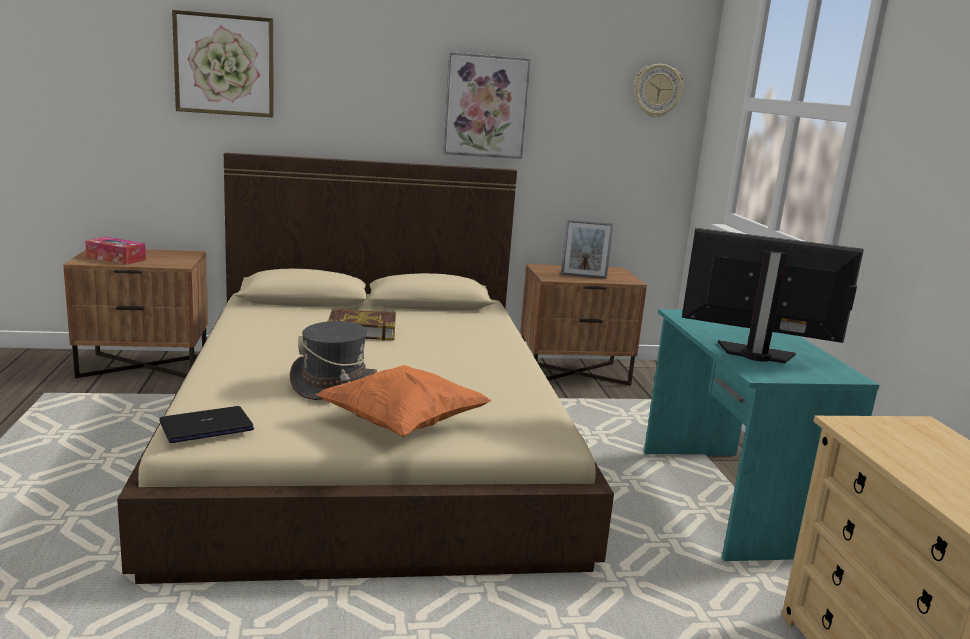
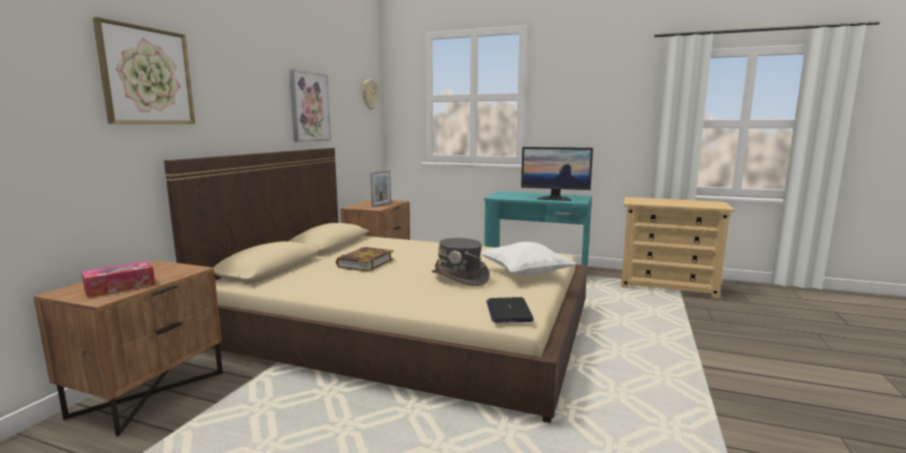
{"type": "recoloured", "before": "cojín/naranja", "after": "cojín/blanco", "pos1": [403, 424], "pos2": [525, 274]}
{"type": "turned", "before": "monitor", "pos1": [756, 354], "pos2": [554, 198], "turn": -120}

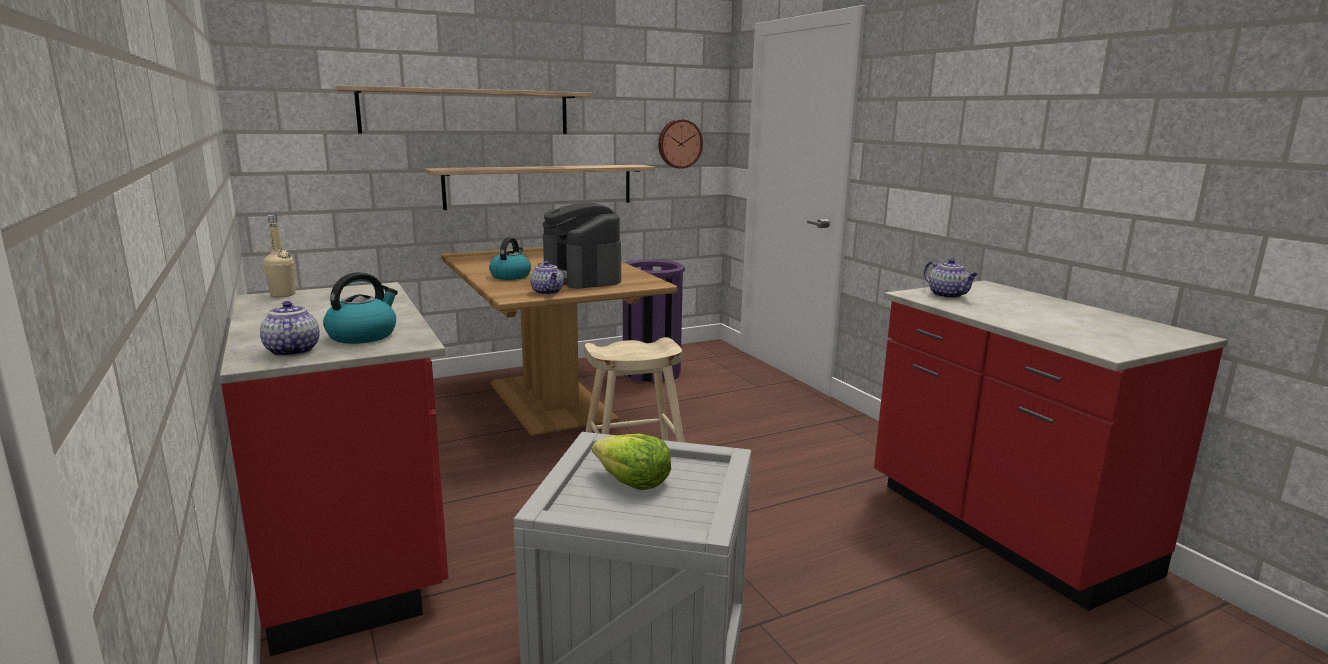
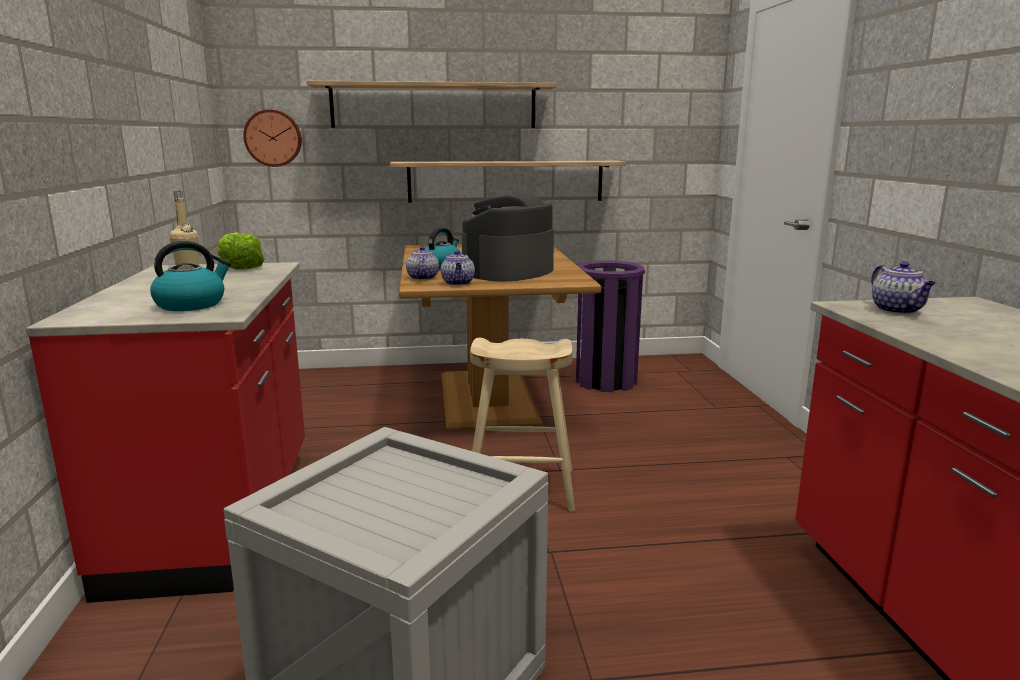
{"type": "moved", "before": "tetera", "pos1": [292, 351], "pos2": [422, 278]}
{"type": "turned", "before": "cafetera", "pos1": [581, 277], "pos2": [508, 272], "turn": 45}
{"type": "moved", "before": "lechuga", "pos1": [633, 482], "pos2": [239, 267]}
{"type": "moved", "before": "reloj de pared", "pos1": [679, 143], "pos2": [273, 138]}

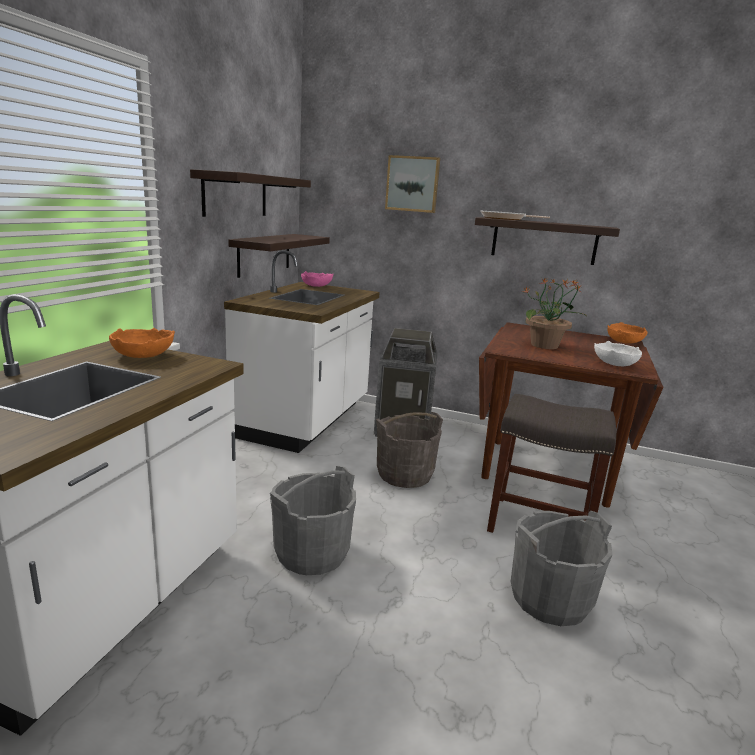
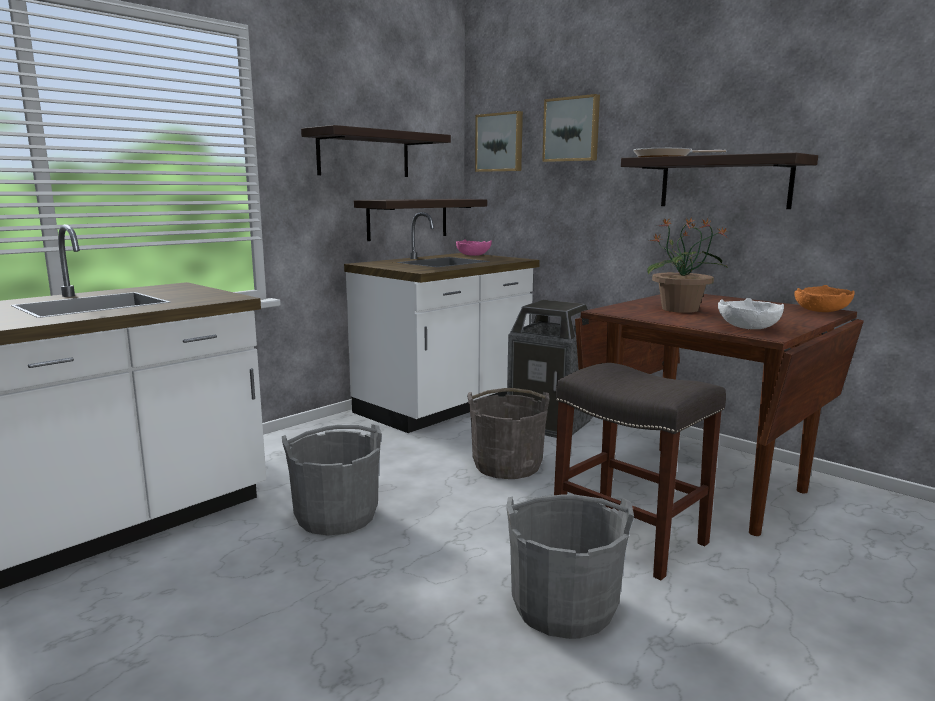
{"type": "removed", "before": "cuenco/naranja", "pos1": [143, 355]}
{"type": "added", "after": "cuadro", "pos2": [500, 142]}

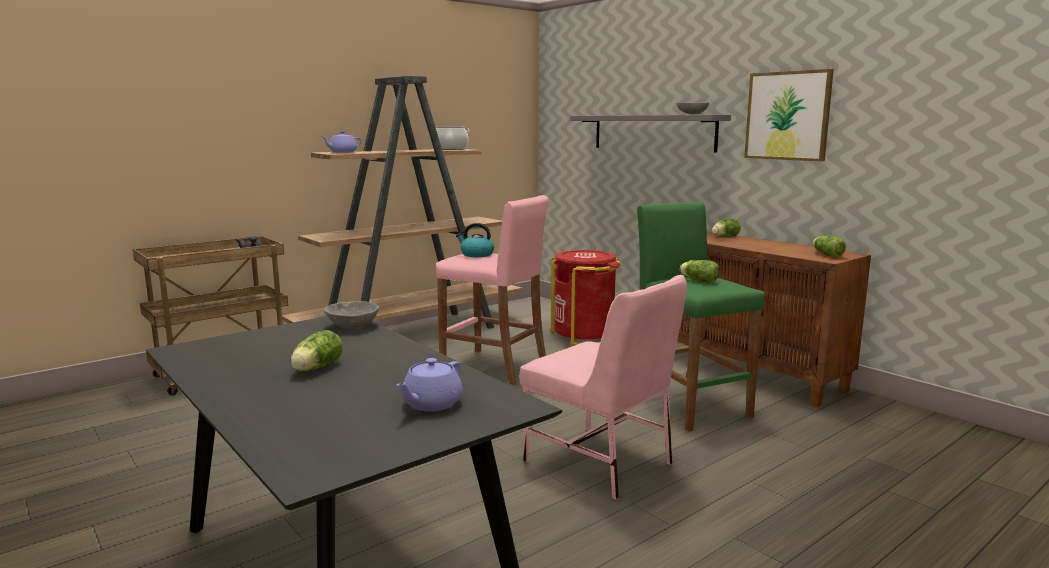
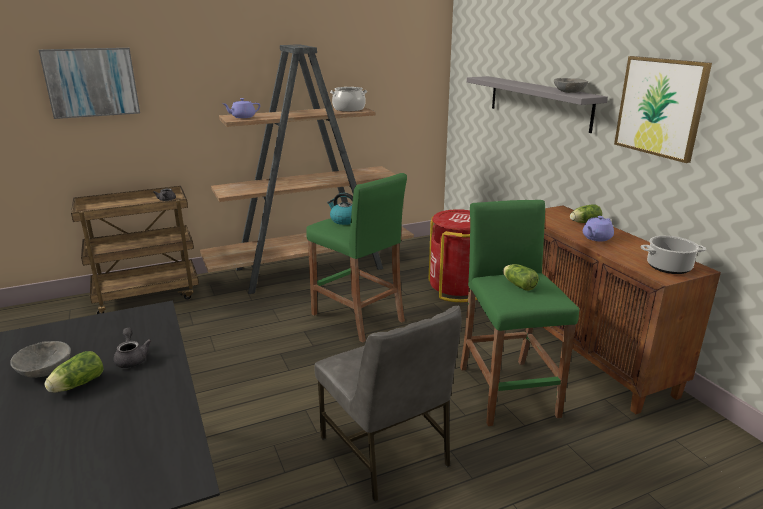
{"type": "moved", "before": "cuenco/gris", "pos1": [352, 326], "pos2": [44, 371]}
{"type": "moved", "before": "tetera/morado", "pos1": [431, 404], "pos2": [596, 238]}
{"type": "recoloured", "before": "taburete/rosa", "after": "taburete/verde", "pos1": [494, 367], "pos2": [358, 318]}
{"type": "recoloured", "before": "silla/rosa", "after": "silla/gris", "pos1": [600, 462], "pos2": [386, 452]}
{"type": "replaced", "before": "lechuga", "after": "olla", "pos1": [826, 255], "pos2": [668, 267]}
{"type": "added", "after": "cuadro", "pos2": [91, 82]}
{"type": "added", "after": "tetera/gris", "pos2": [132, 358]}

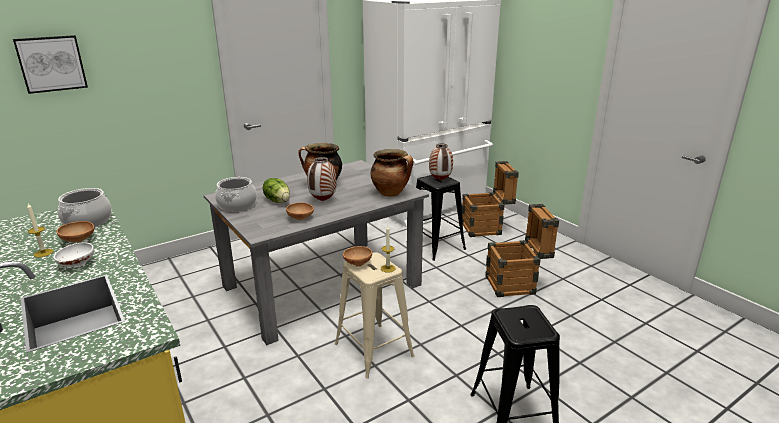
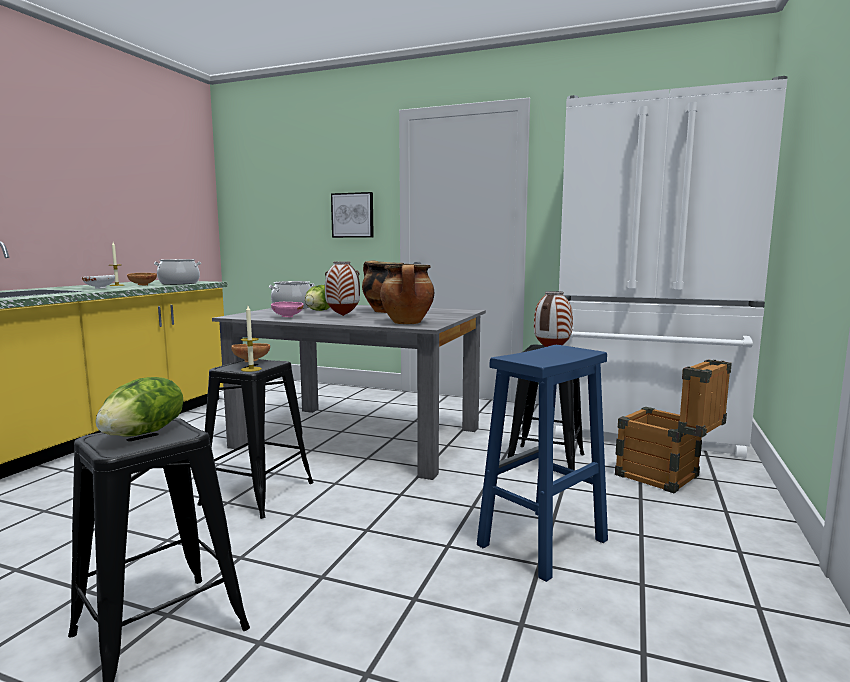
{"type": "moved", "before": "cuadro", "pos1": [51, 64], "pos2": [353, 215]}
{"type": "recoloured", "before": "cuenco/marrón", "after": "cuenco/rosa", "pos1": [301, 218], "pos2": [287, 317]}
{"type": "recoloured", "before": "taburete/beis", "after": "taburete/negro", "pos1": [374, 350], "pos2": [257, 494]}
{"type": "replaced", "before": "caja de embalaje", "after": "taburete/azul", "pos1": [516, 285], "pos2": [541, 544]}
{"type": "added", "after": "lechuga", "pos2": [145, 433]}

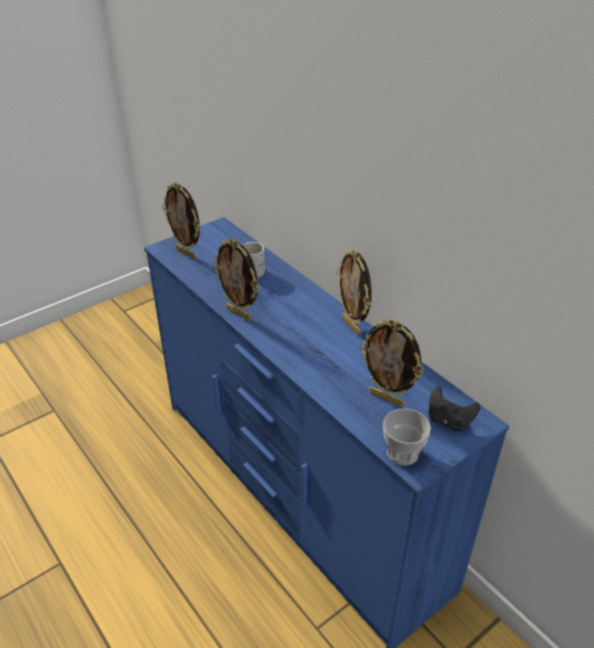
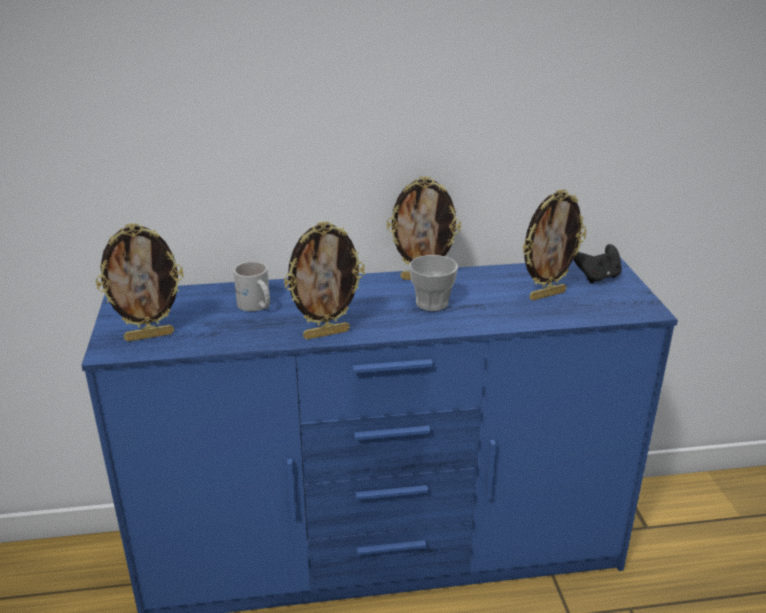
{"type": "moved", "before": "taza", "pos1": [402, 453], "pos2": [432, 303]}

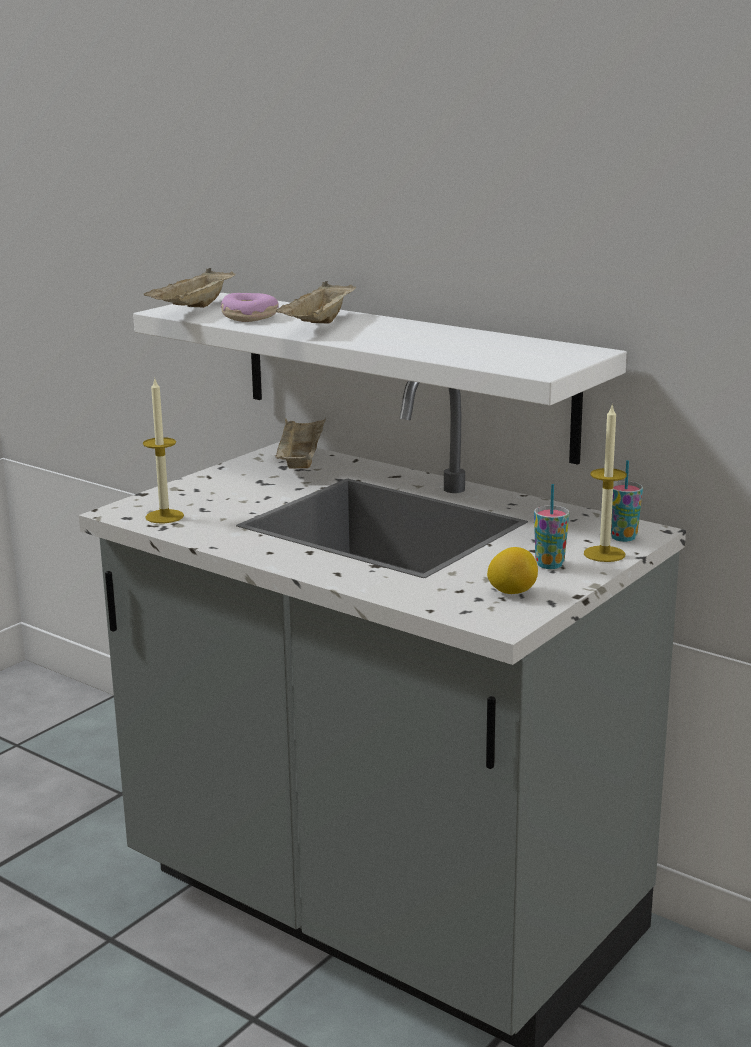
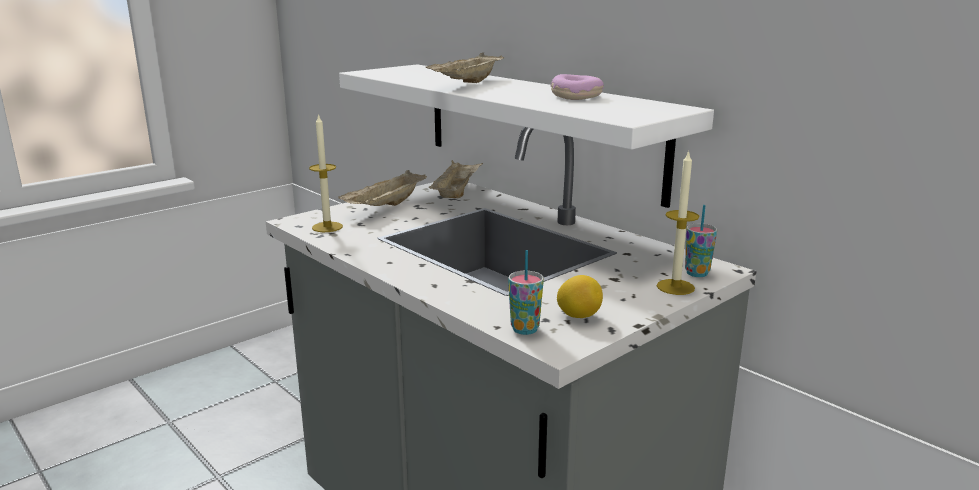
{"type": "moved", "before": "bandeja/beis", "pos1": [194, 309], "pos2": [386, 206]}
{"type": "moved", "before": "rosquilla", "pos1": [249, 317], "pos2": [576, 96]}
{"type": "moved", "before": "taza", "pos1": [549, 564], "pos2": [525, 329]}

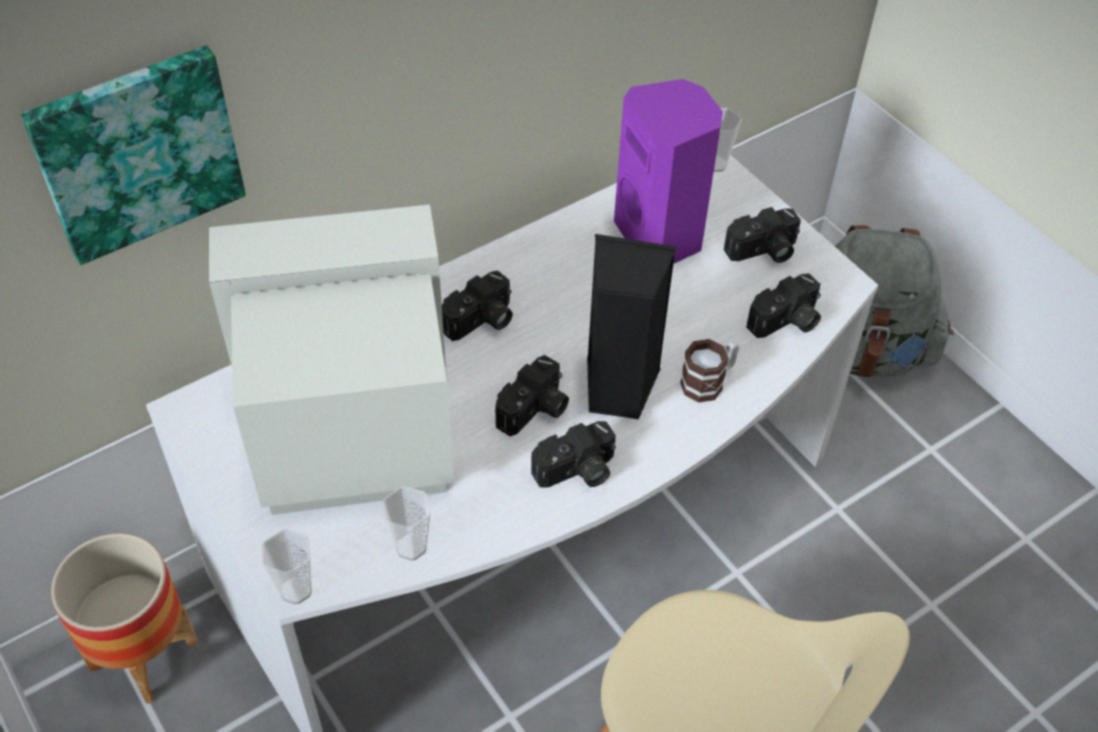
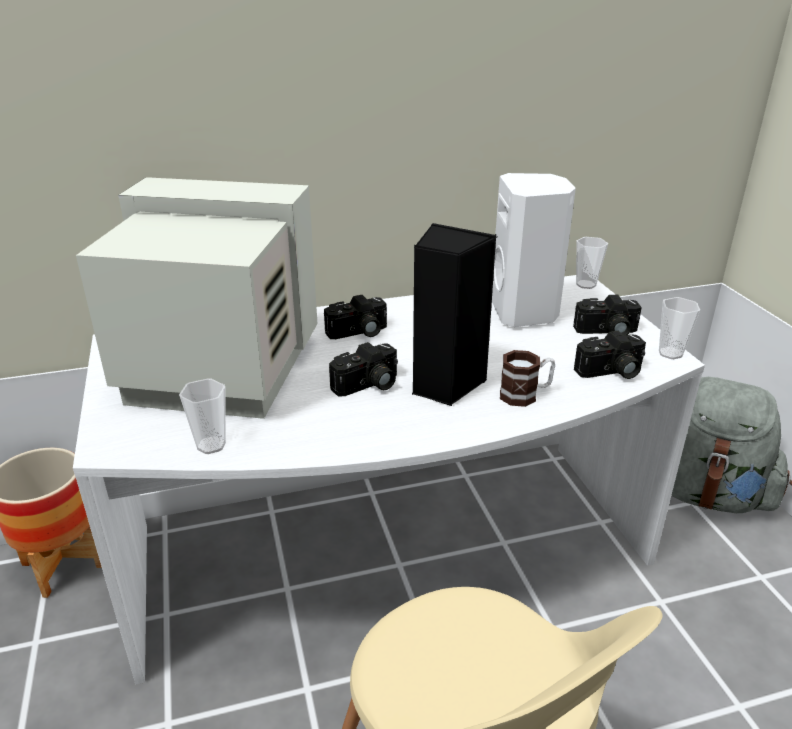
{"type": "removed", "before": "cuadro", "pos1": [137, 152]}
{"type": "moved", "before": "taza", "pos1": [296, 590], "pos2": [670, 353]}
{"type": "removed", "before": "cámara", "pos1": [577, 472]}
{"type": "recoloured", "before": "altavoz/morado", "after": "altavoz/blanco", "pos1": [661, 236], "pos2": [525, 312]}

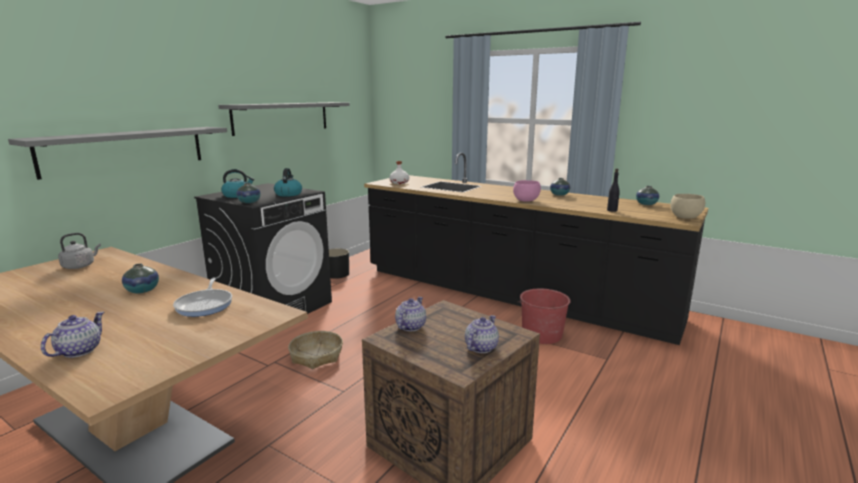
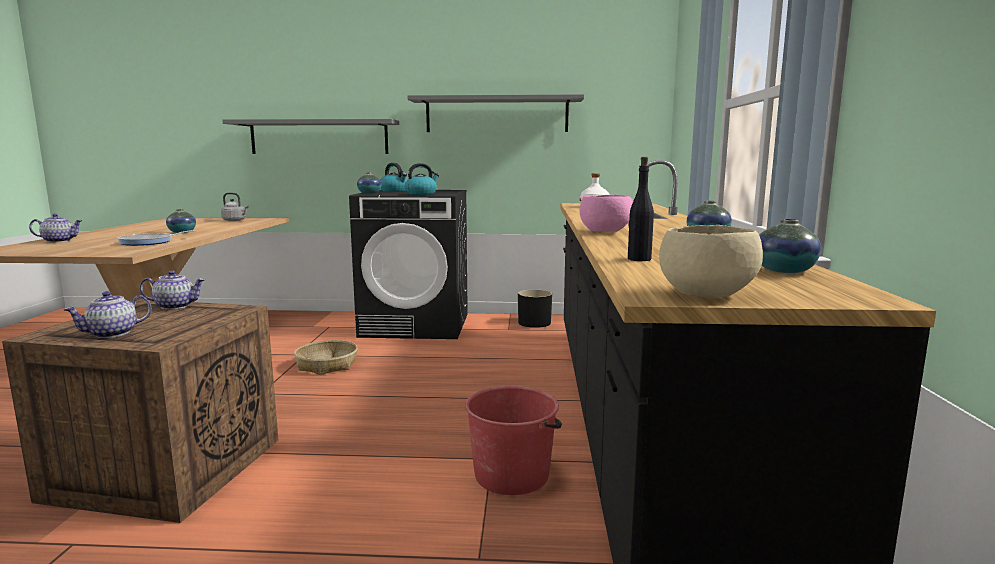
{"type": "turned", "before": "tetera", "pos1": [480, 347], "pos2": [112, 334], "turn": 135}

